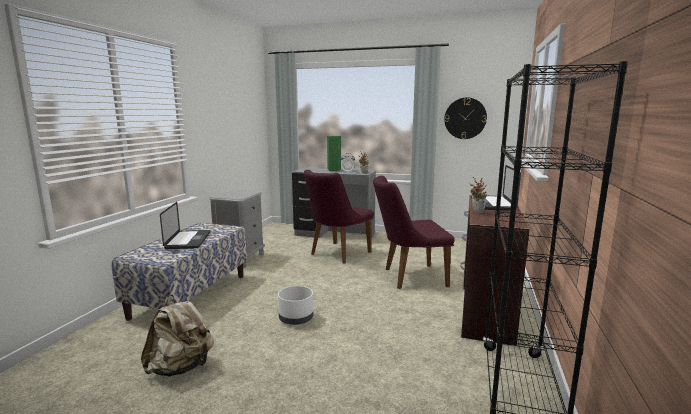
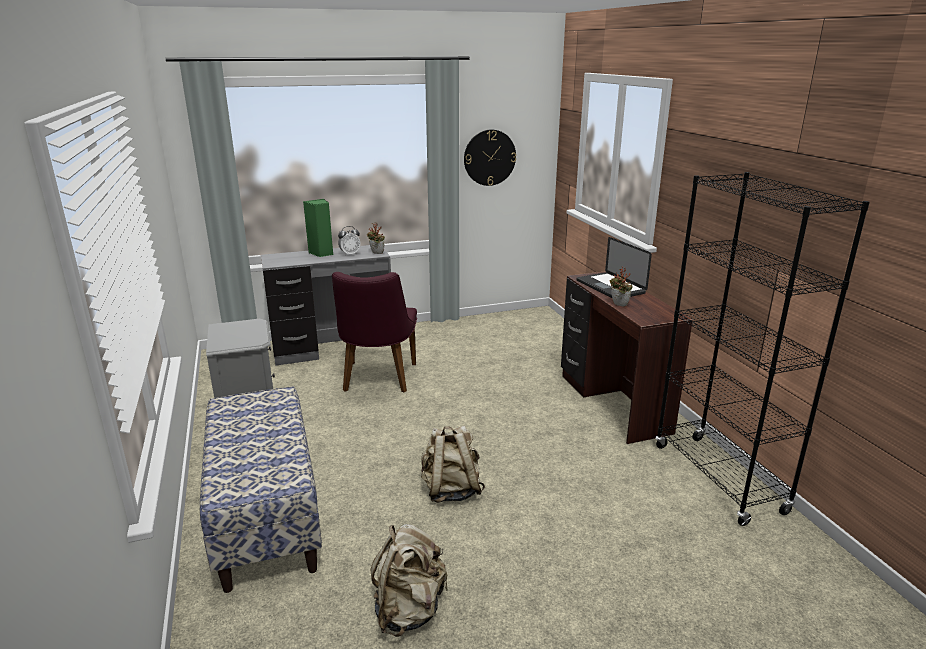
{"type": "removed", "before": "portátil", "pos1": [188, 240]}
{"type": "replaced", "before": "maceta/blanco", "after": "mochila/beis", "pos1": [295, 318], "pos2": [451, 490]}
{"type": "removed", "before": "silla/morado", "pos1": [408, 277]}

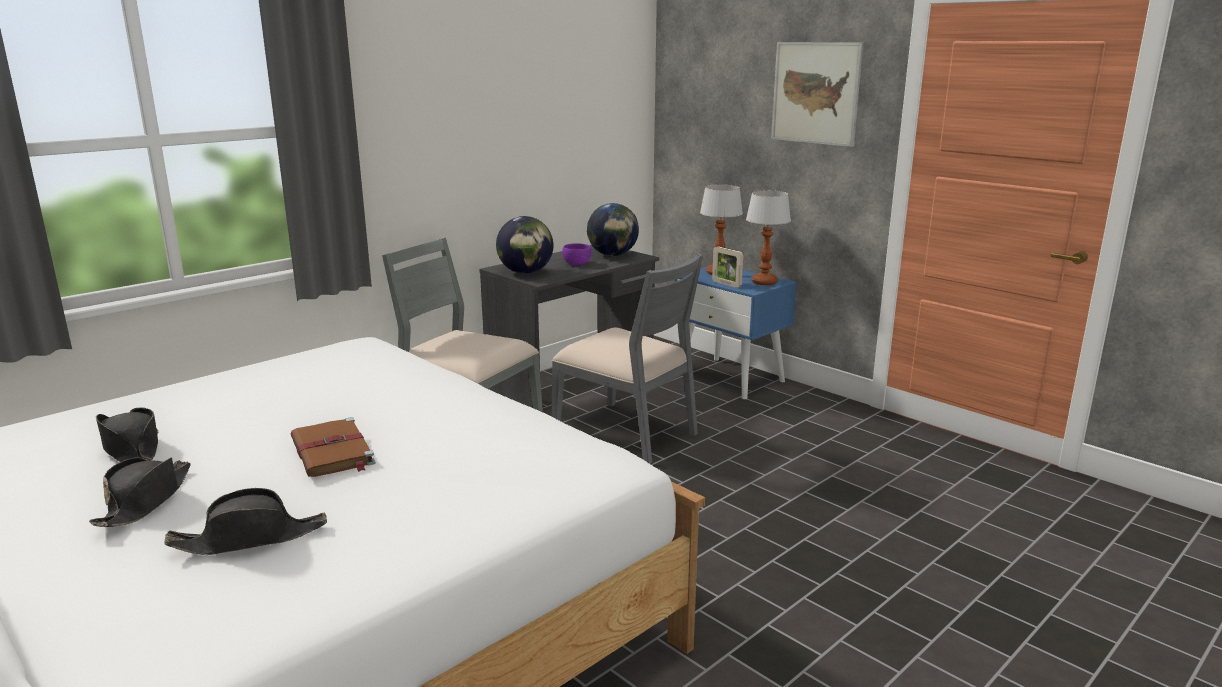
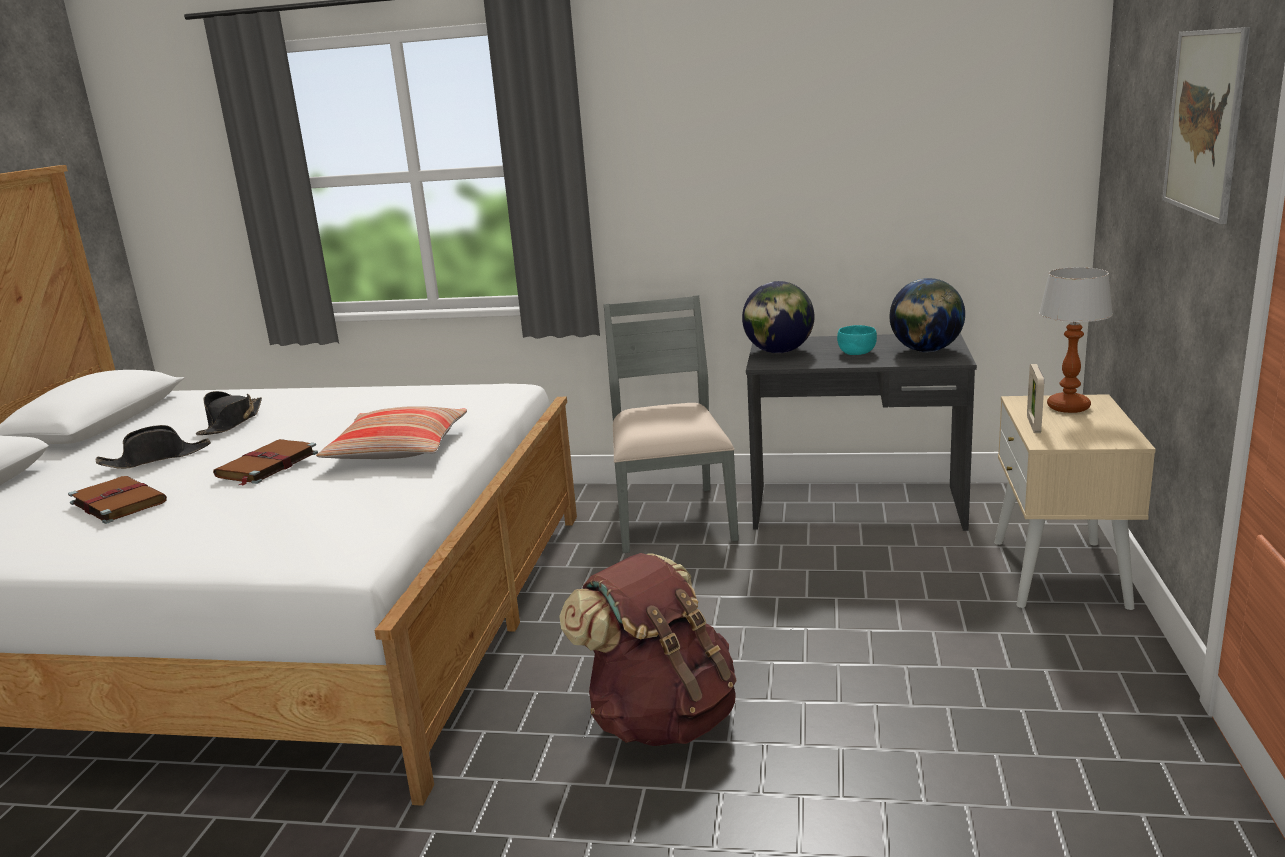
{"type": "replaced", "before": "sombrero/negro", "after": "libro/marrón", "pos1": [250, 538], "pos2": [117, 502]}
{"type": "removed", "before": "silla/gris", "pos1": [627, 433]}
{"type": "recoloured", "before": "cuenco/morado", "after": "cuenco/turquesa", "pos1": [576, 263], "pos2": [857, 352]}
{"type": "recoloured", "before": "mesita de noche/azul", "after": "mesita de noche/beis", "pos1": [730, 378], "pos2": [1060, 573]}
{"type": "removed", "before": "lámpara de mesa", "pos1": [764, 282]}
{"type": "added", "after": "cojín", "pos2": [398, 449]}
{"type": "added", "after": "mochila/marrón", "pos2": [660, 718]}

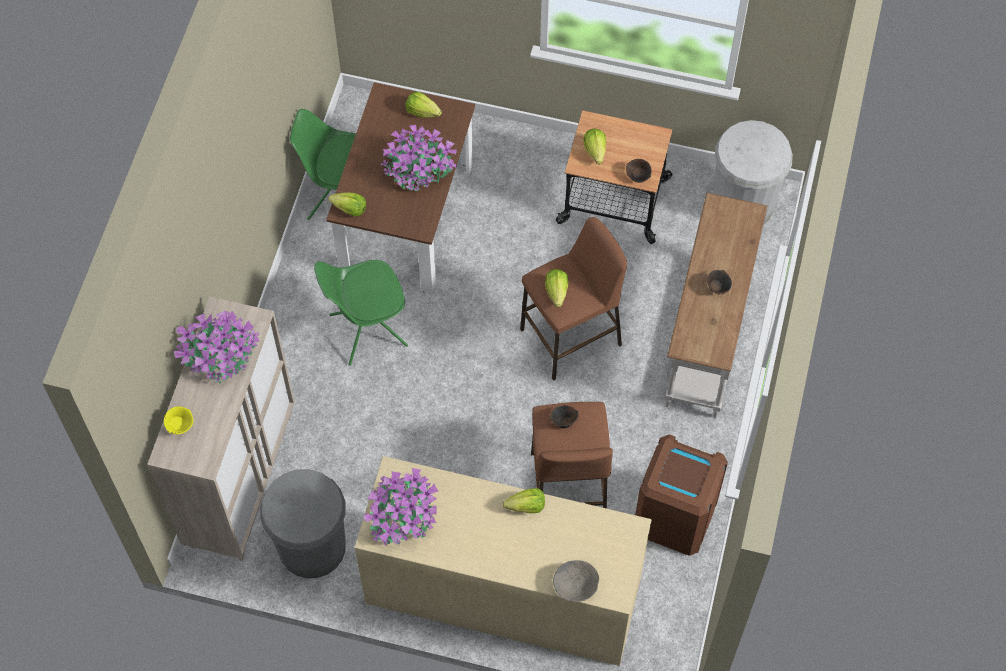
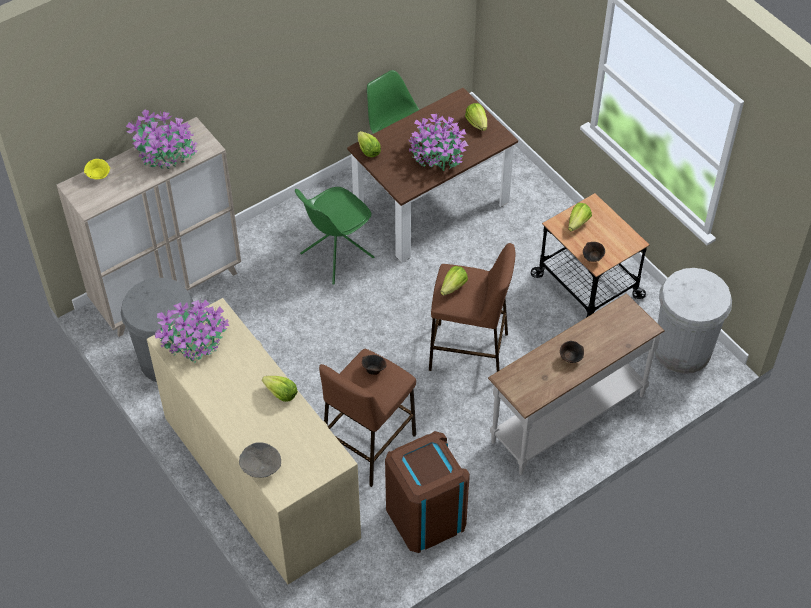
{"type": "turned", "before": "silla/verde", "pos1": [366, 330], "pos2": [336, 256], "turn": -60}

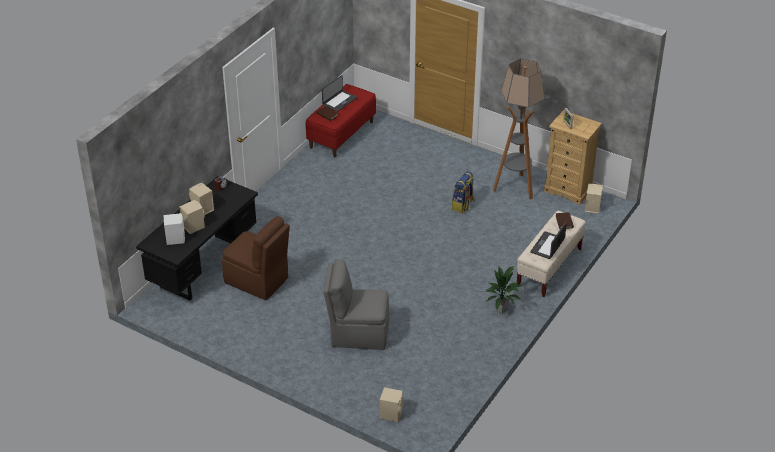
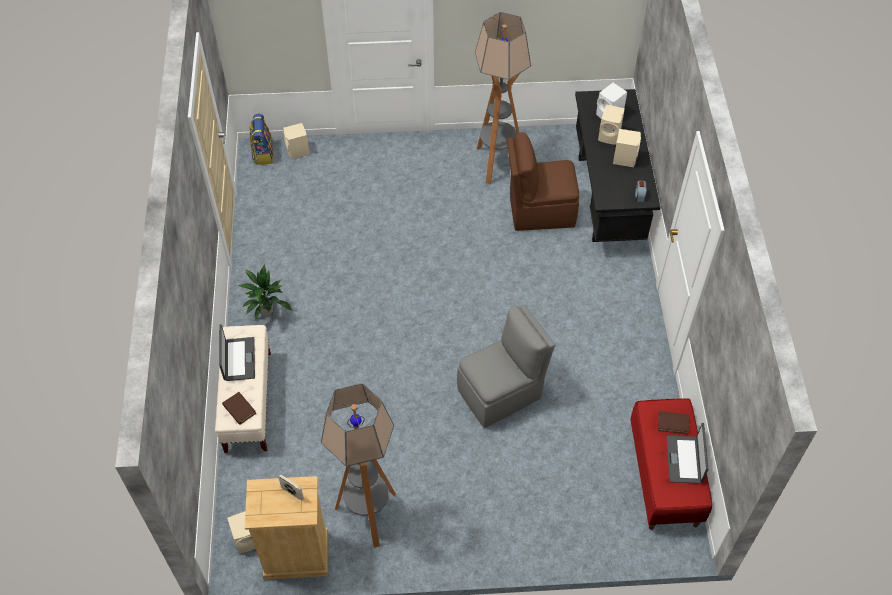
{"type": "moved", "before": "silla/gris", "pos1": [358, 333], "pos2": [501, 393]}
{"type": "moved", "before": "mochila", "pos1": [463, 205], "pos2": [263, 153]}
{"type": "added", "after": "lámpara de pie", "pos2": [497, 163]}

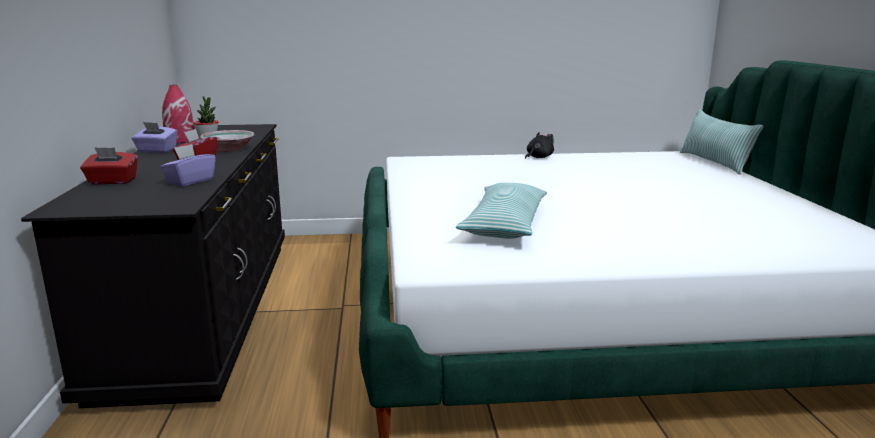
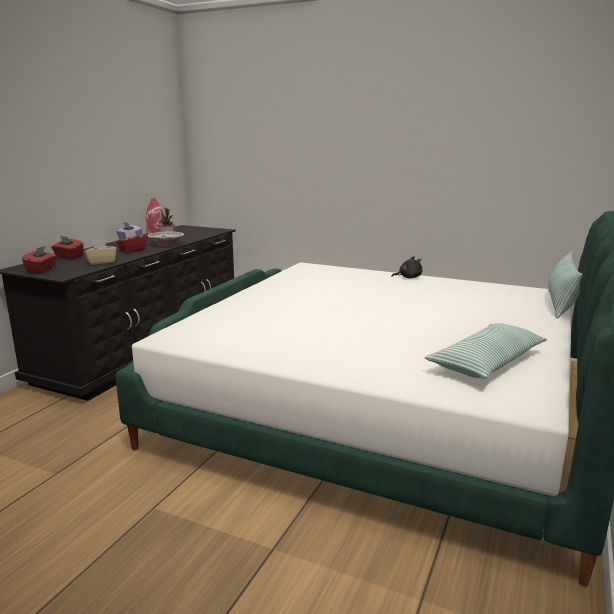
{"type": "recoloured", "before": "caja de pañuelos/morado", "after": "caja de pañuelos/beis", "pos1": [190, 181], "pos2": [101, 262]}
{"type": "moved", "before": "cojín", "pos1": [505, 224], "pos2": [486, 362]}
{"type": "added", "after": "caja de pañuelos/rojo", "pos2": [41, 270]}

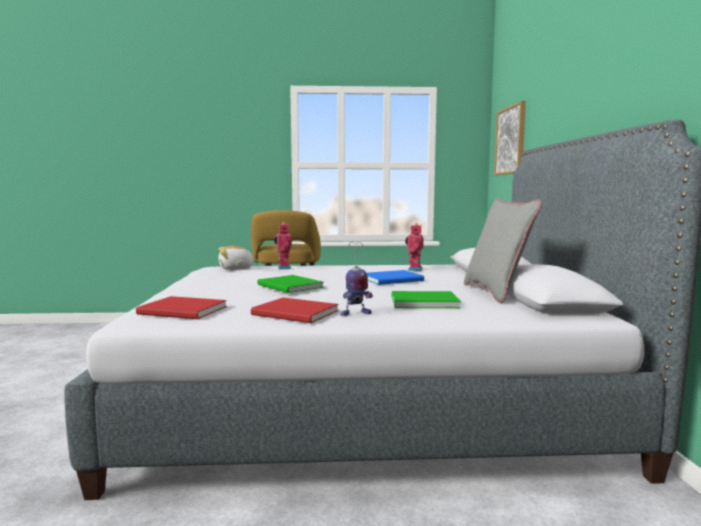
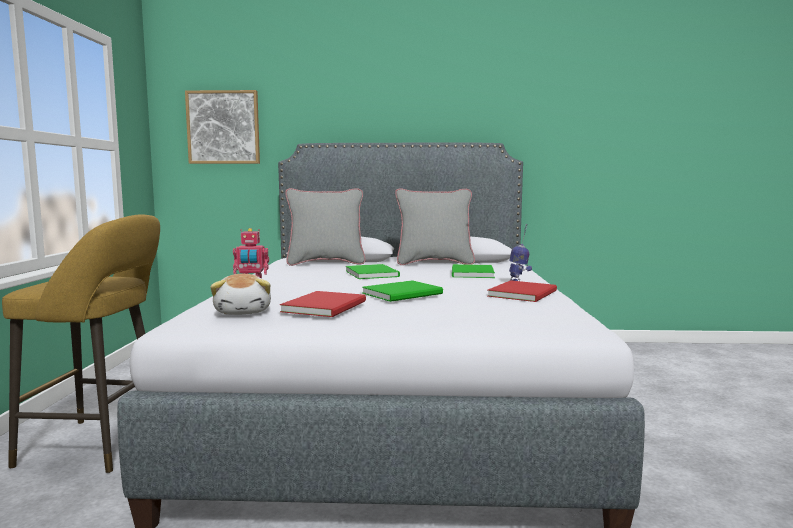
{"type": "moved", "before": "libro/rojo", "pos1": [183, 311], "pos2": [327, 306]}
{"type": "recoloured", "before": "libro/azul", "after": "libro/verde", "pos1": [394, 279], "pos2": [372, 273]}
{"type": "removed", "before": "robot de juguete", "pos1": [414, 269]}
{"type": "added", "after": "cojín/gris", "pos2": [326, 263]}

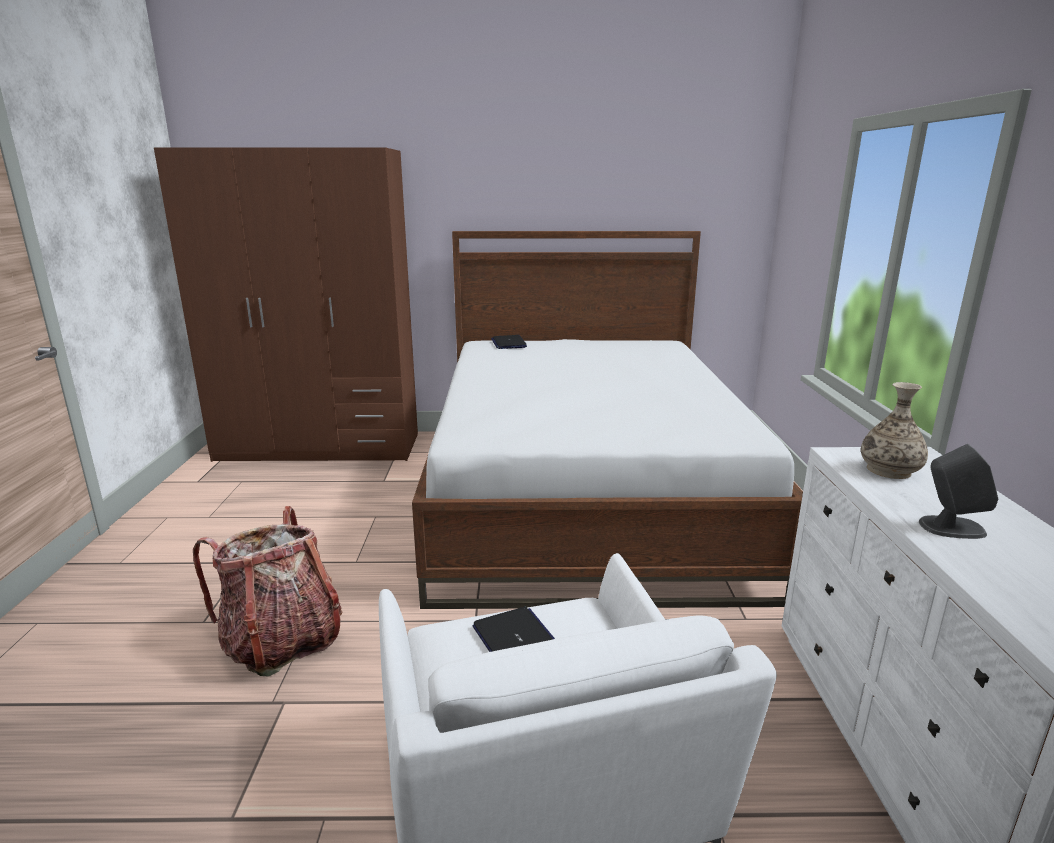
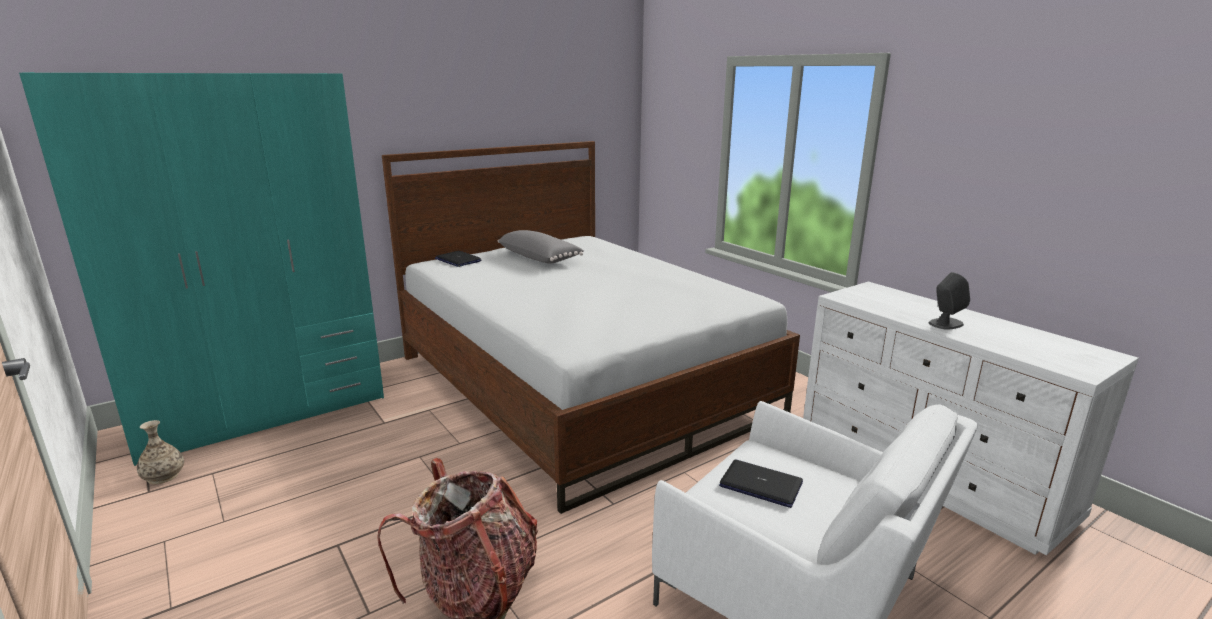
{"type": "recoloured", "before": "armario ropero/marrón", "after": "armario ropero/turquesa", "pos1": [320, 447], "pos2": [264, 411]}
{"type": "moved", "before": "florero", "pos1": [889, 470], "pos2": [163, 476]}
{"type": "added", "after": "cojín/gris", "pos2": [540, 258]}

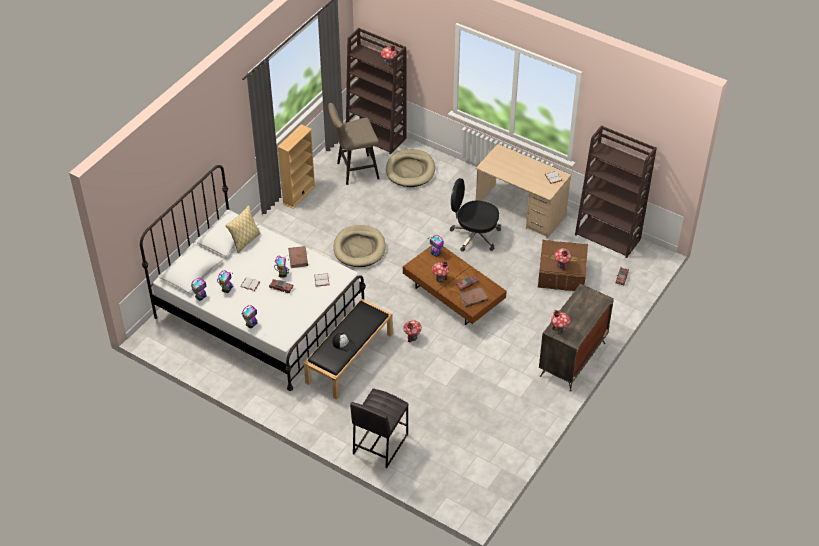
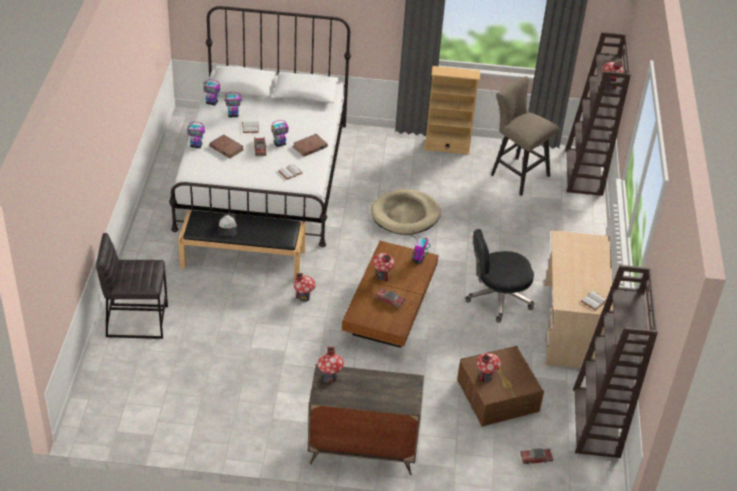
{"type": "removed", "before": "cojín", "pos1": [245, 241]}
{"type": "removed", "before": "cama para perro/beis", "pos1": [410, 170]}
{"type": "turned", "before": "silla de oficina/negro", "pos1": [474, 235], "pos2": [497, 298], "turn": -90}
{"type": "moved", "before": "libro/marrón", "pos1": [473, 298], "pos2": [226, 148]}

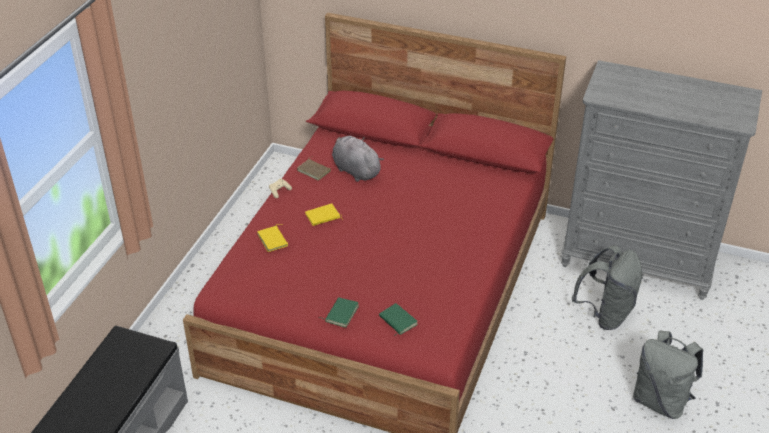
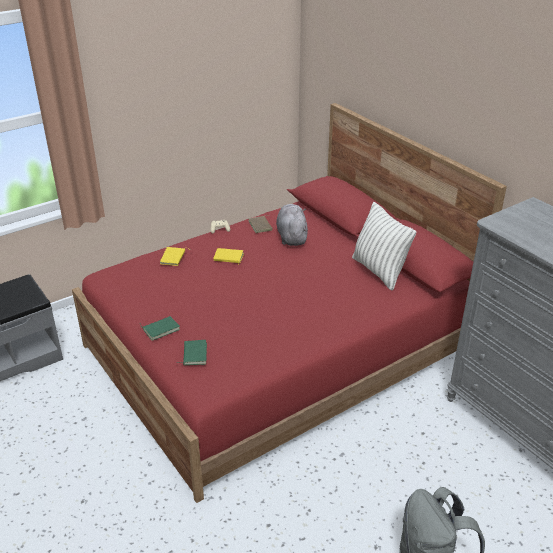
{"type": "removed", "before": "mochila/gris", "pos1": [605, 314]}
{"type": "added", "after": "cojín", "pos2": [379, 271]}

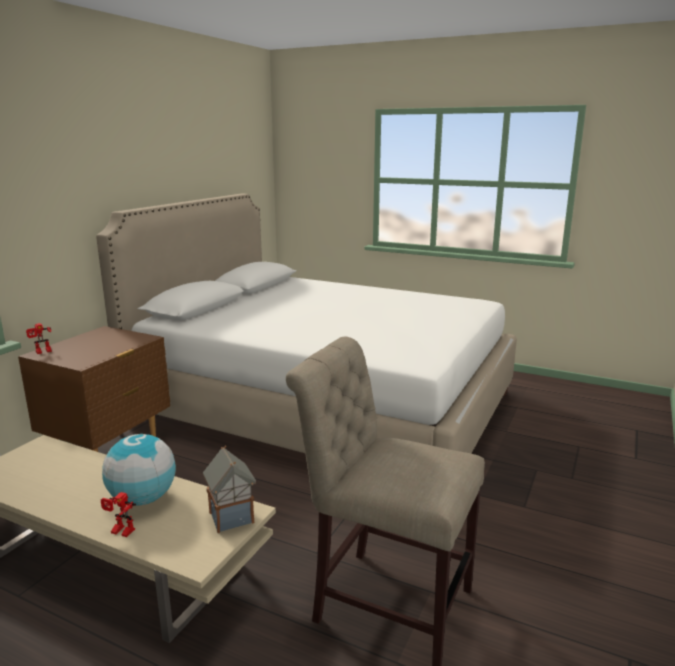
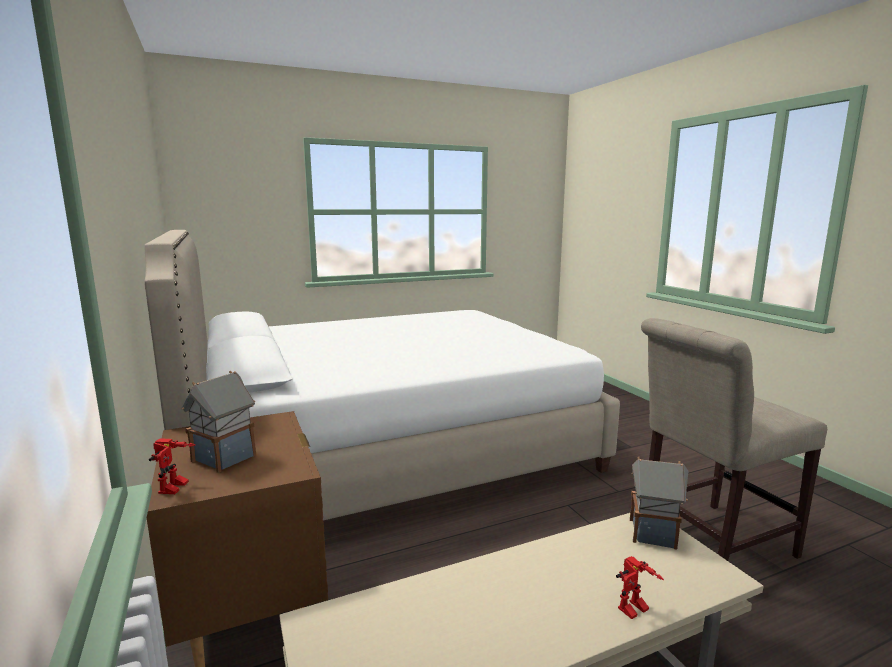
{"type": "removed", "before": "globo terráqueo", "pos1": [143, 499]}
{"type": "added", "after": "casita", "pos2": [225, 457]}

